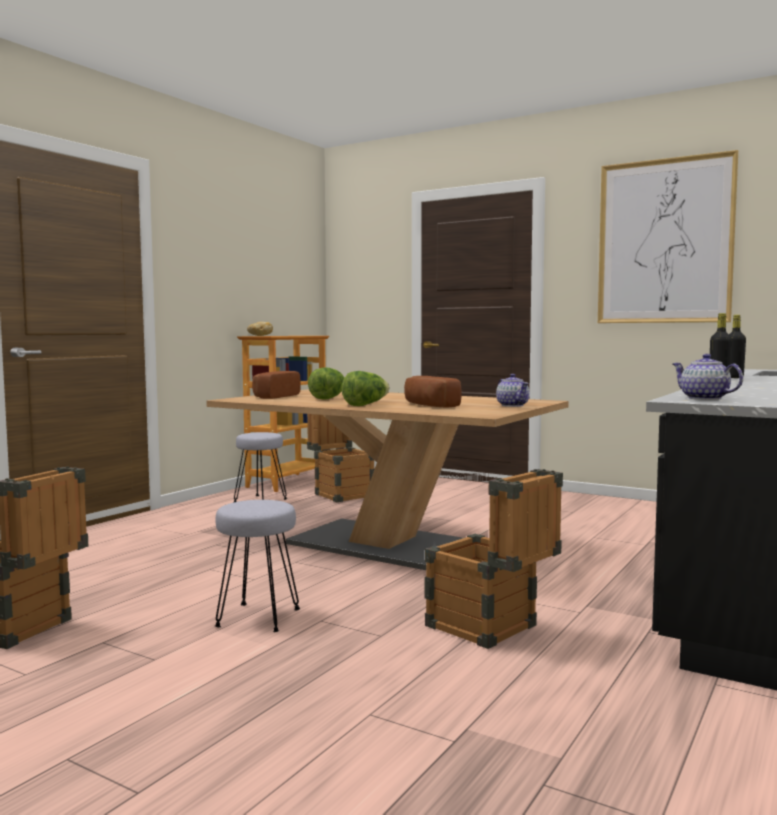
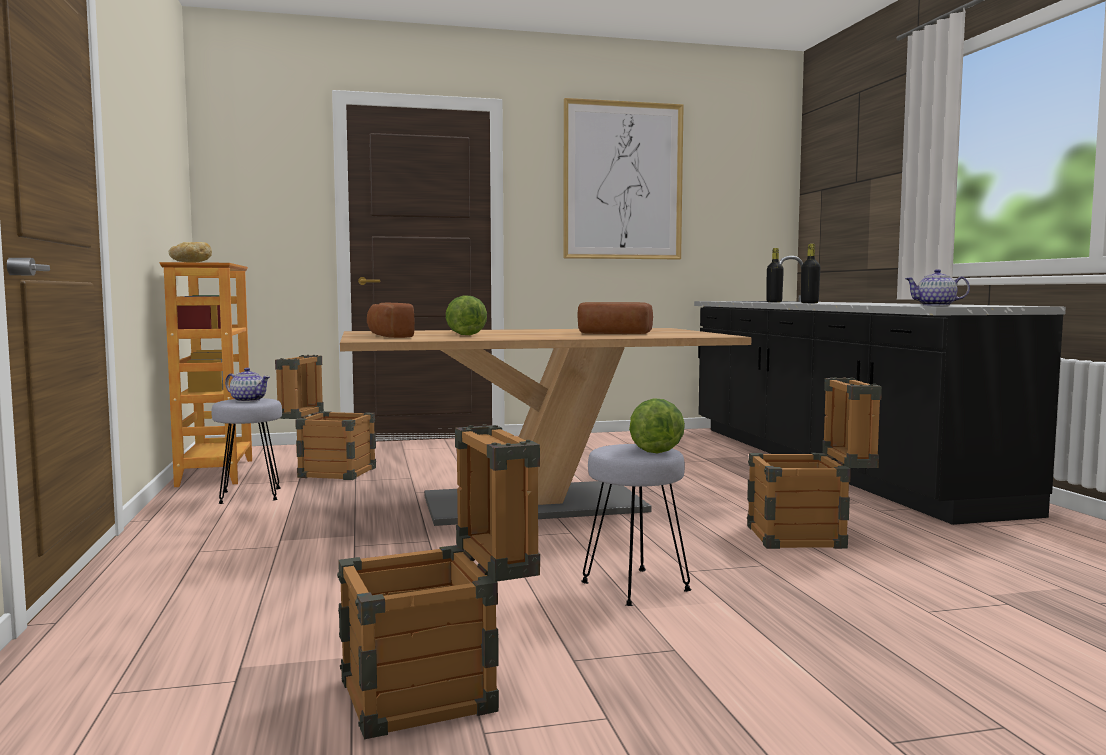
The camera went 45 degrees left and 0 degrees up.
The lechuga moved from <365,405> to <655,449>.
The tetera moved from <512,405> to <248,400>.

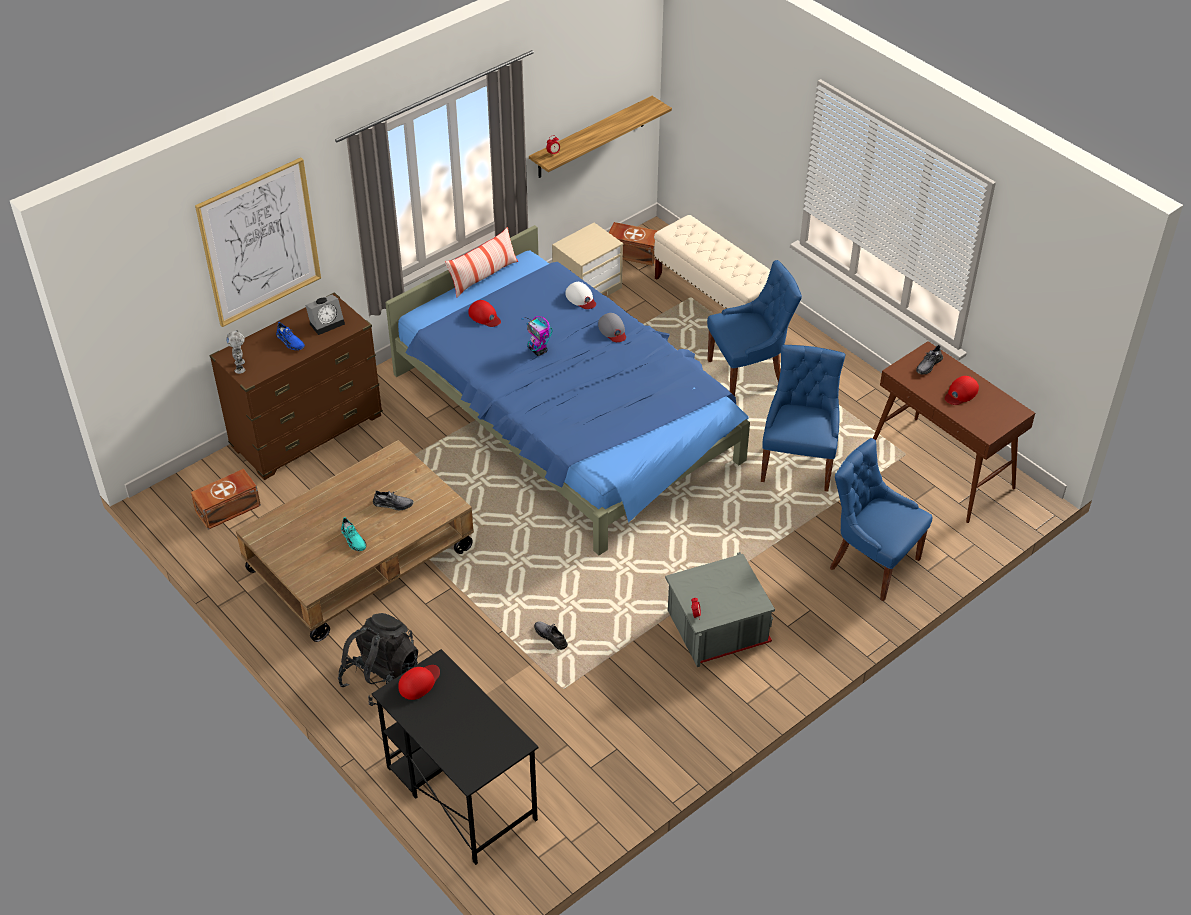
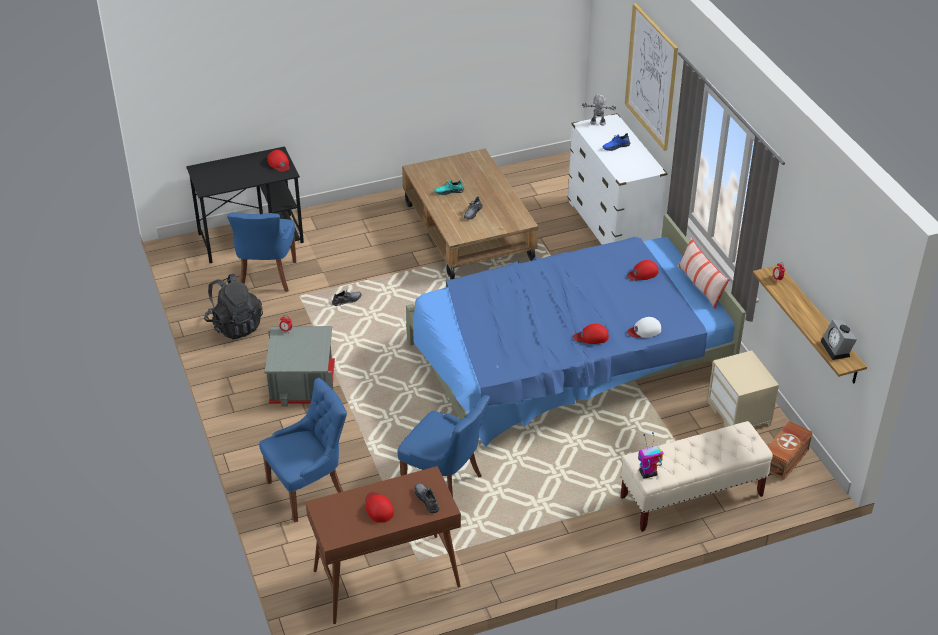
The camera went 110 degrees right and 5 degrees down.
The caja de almacenaje [marrón] at <229,509> disappeared.
The despertador moved from <327,323> to <837,349>.
The mochila [negro] moved from <381,677> to <235,325>.
The robot de juguete moved from <538,350> to <647,473>.
The silla [azul] moved from <748,374> to <266,277>.
The cómoda [marrón] at <307,431> became the cómoda [blanco] at <612,228>.
The gorra [gris] at <612,330> became the gorra [rojo] at <591,337>.

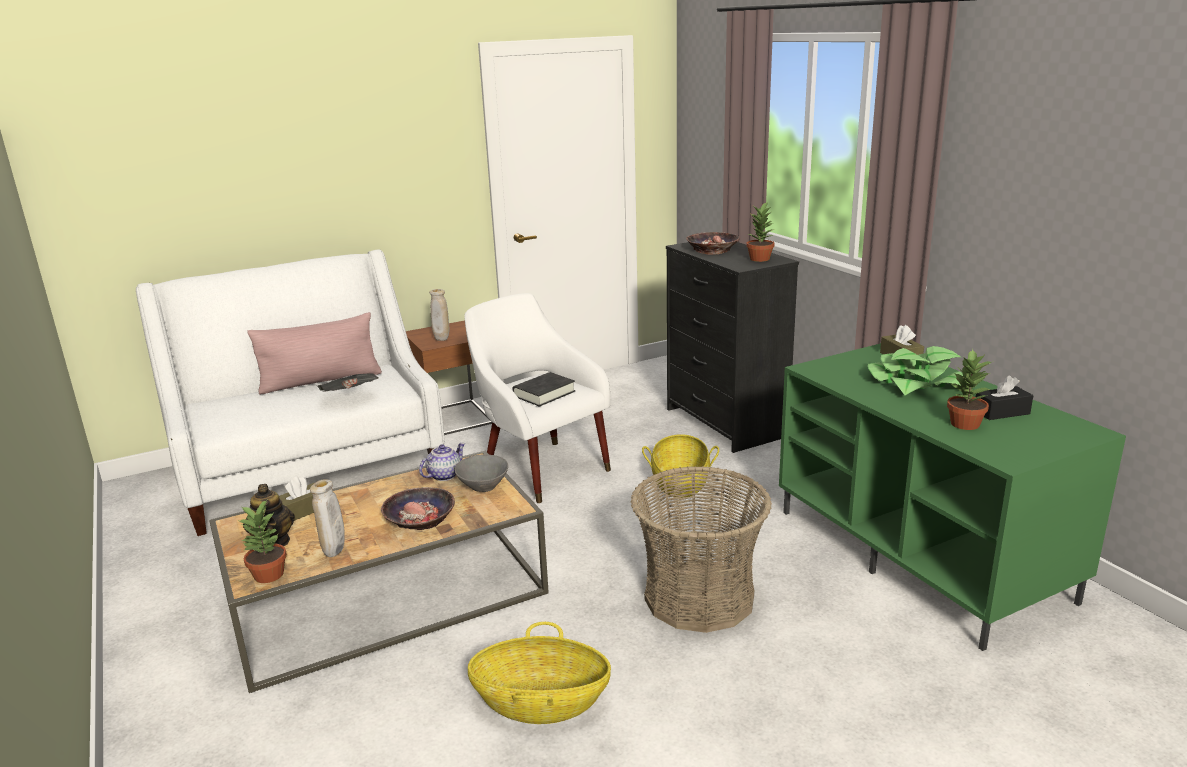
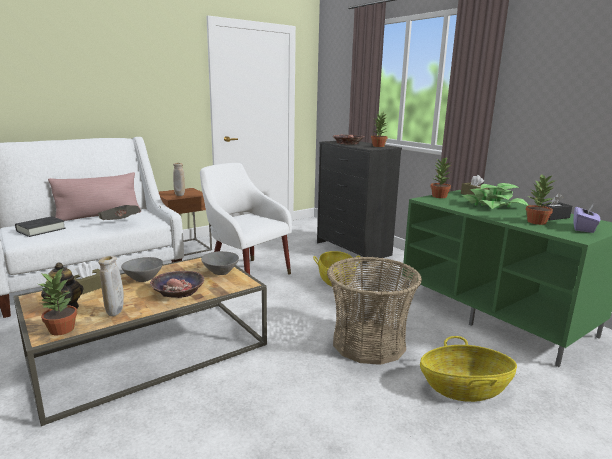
The camera went 10 degrees left and 5 degrees down.
The tetera at <444,475> disappeared.
The cuenco [gris] at <144,279> appeared.
The planta en maceta at <439,196> appeared.
The caja de pañuelos [morado] at <584,228> appeared.
The cesta moved from <541,702> to <464,388>.
The libro [negro] moved from <544,394> to <41,230>.

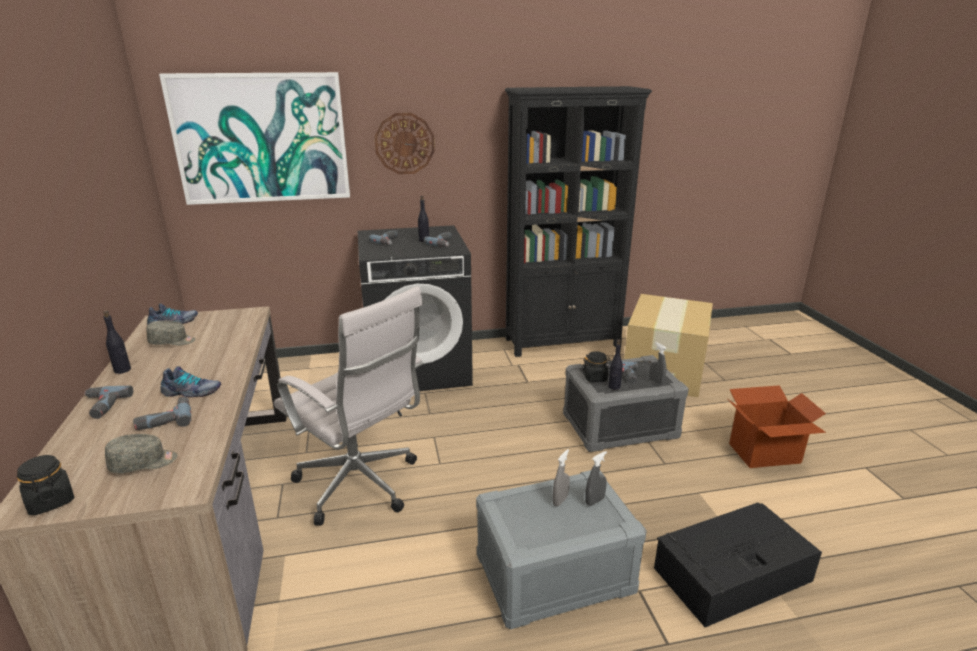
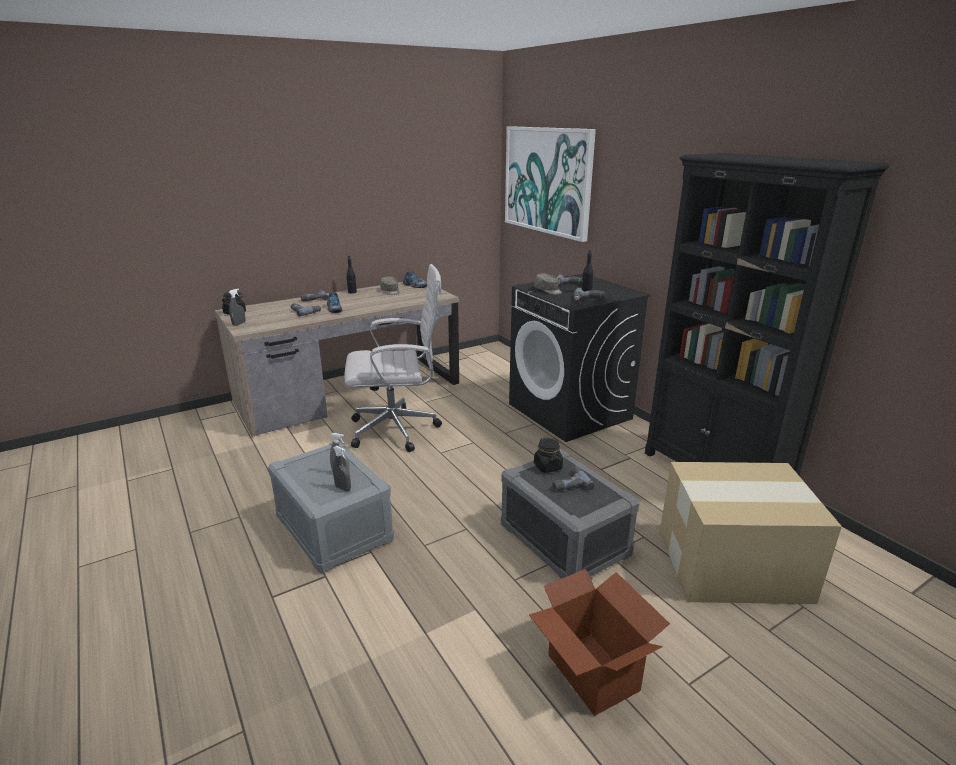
The camera went 70 degrees right and 0 degrees up.
The reloj de pared at <404,143> disappeared.
The botella [negro] at <614,387> disappeared.
The caja de almacenaje [negro] at <730,575> disappeared.
The gorra [gris] moved from <144,463> to <548,291>.
The pulverizador [gris] moved from <656,382> to <239,324>.
The silla de oficina [blanco] at <361,486> turned 120 degrees counterclockwise.

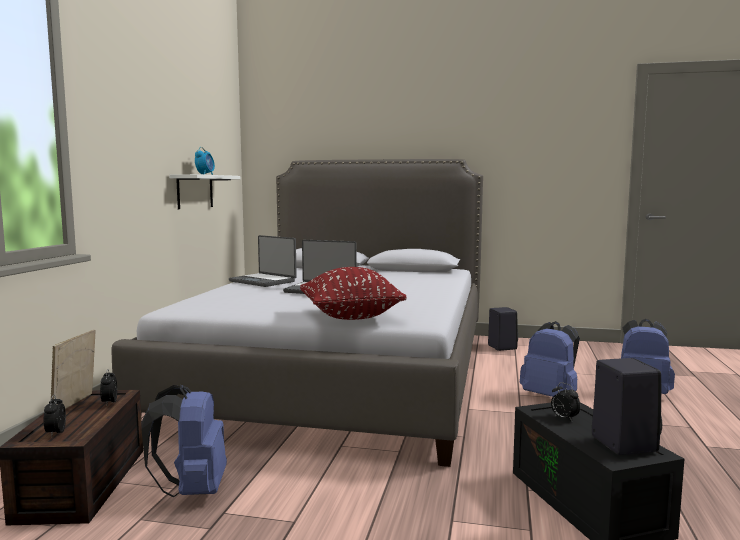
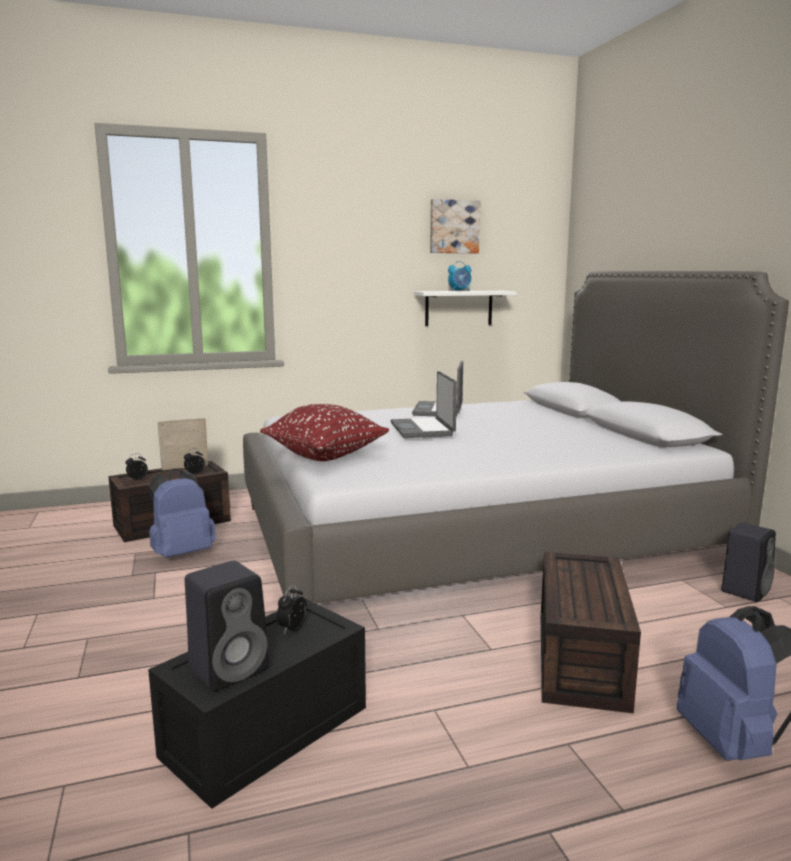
The camera went 60 degrees right and 5 degrees up.
The cuadro at <454,226> appeared.
The mochila [azul] at <550,396> was replaced by the caja de almacenaje [marrón] at <584,661>.

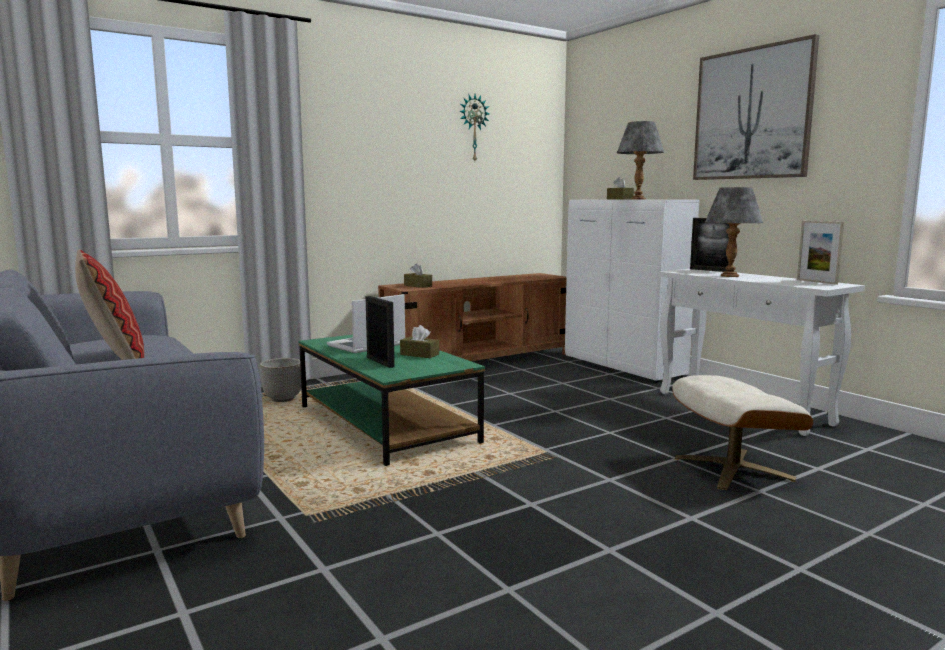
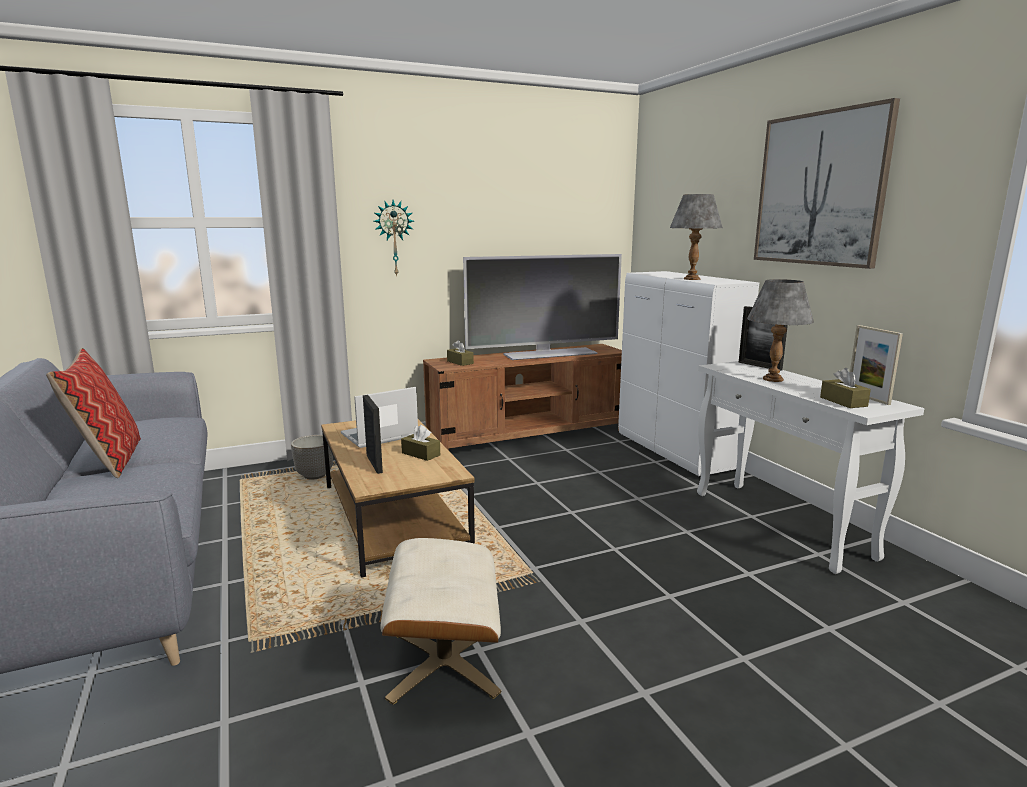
The camera went 10 degrees right and 5 degrees up.
The televisor at <549,354> appeared.
The reloj de pared moved from <473,128> to <394,238>.
The caja de pañuelos [marrón] moved from <619,199> to <843,402>.
The puf [beis] moved from <732,468> to <443,662>.
The mesa de centro [verde] at <385,424> became the mesa de centro [marrón] at <392,517>.

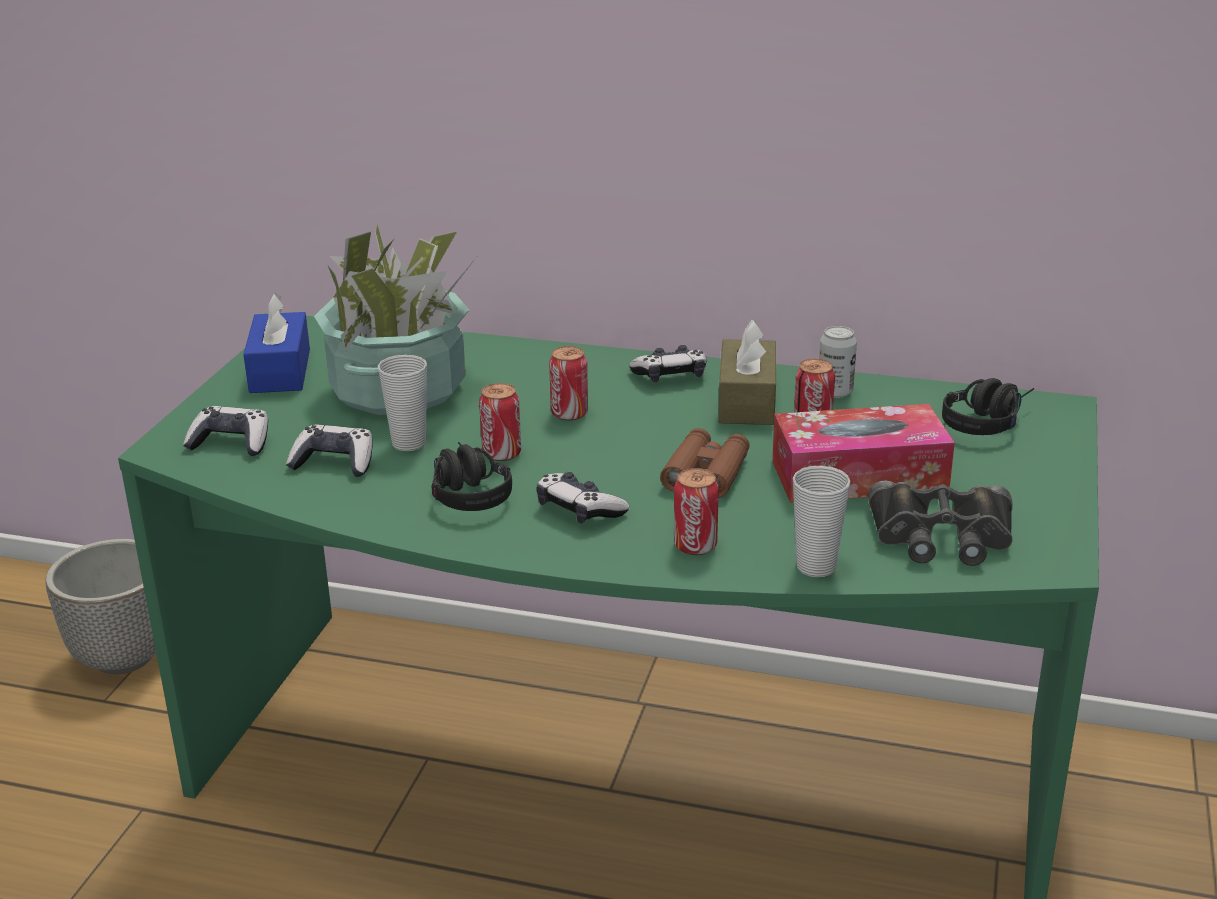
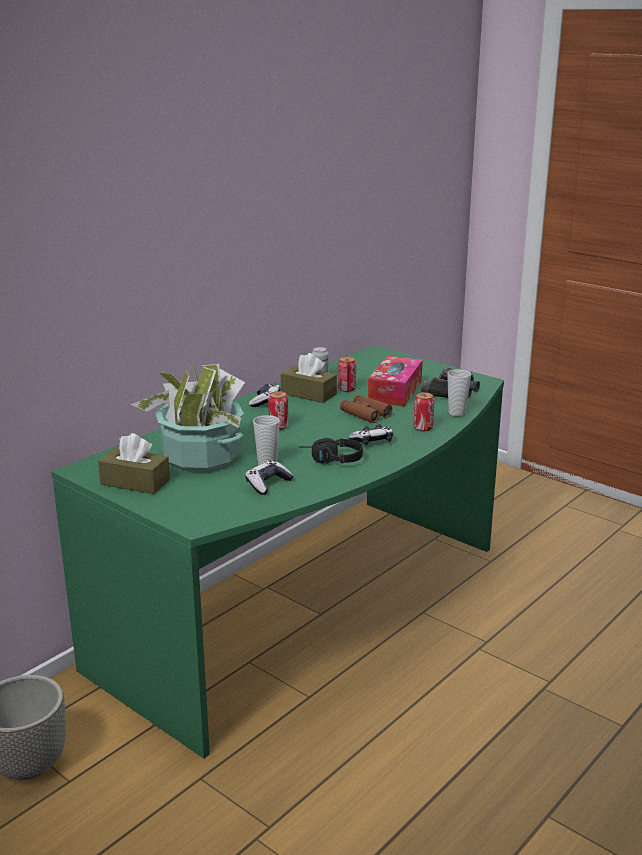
The camera went 65 degrees left and 5 degrees down.
The mando de consola at <231,443> disappeared.
The lata at <502,454> disappeared.
The auriculares [negro] at <988,421> disappeared.
The caja de pañuelos [azul] at <280,371> became the caja de pañuelos [marrón] at <135,482>.

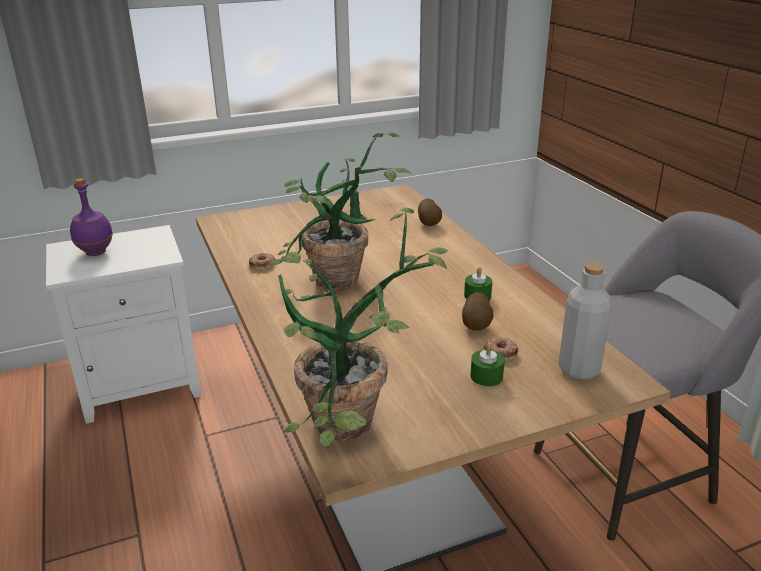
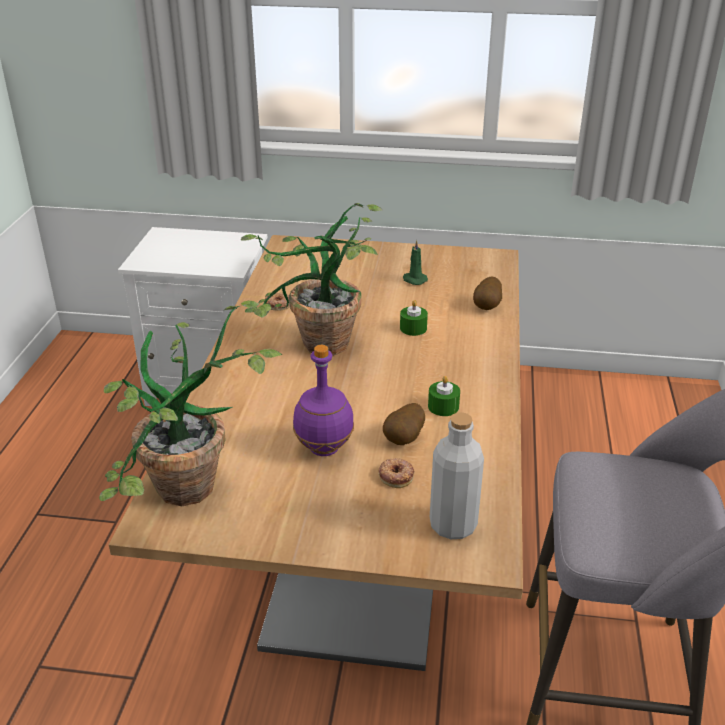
The camera went 30 degrees right and 5 degrees up.
The botella [morado] moved from <95,253> to <323,448>.
The vela [verde] moved from <486,376> to <413,328>.

